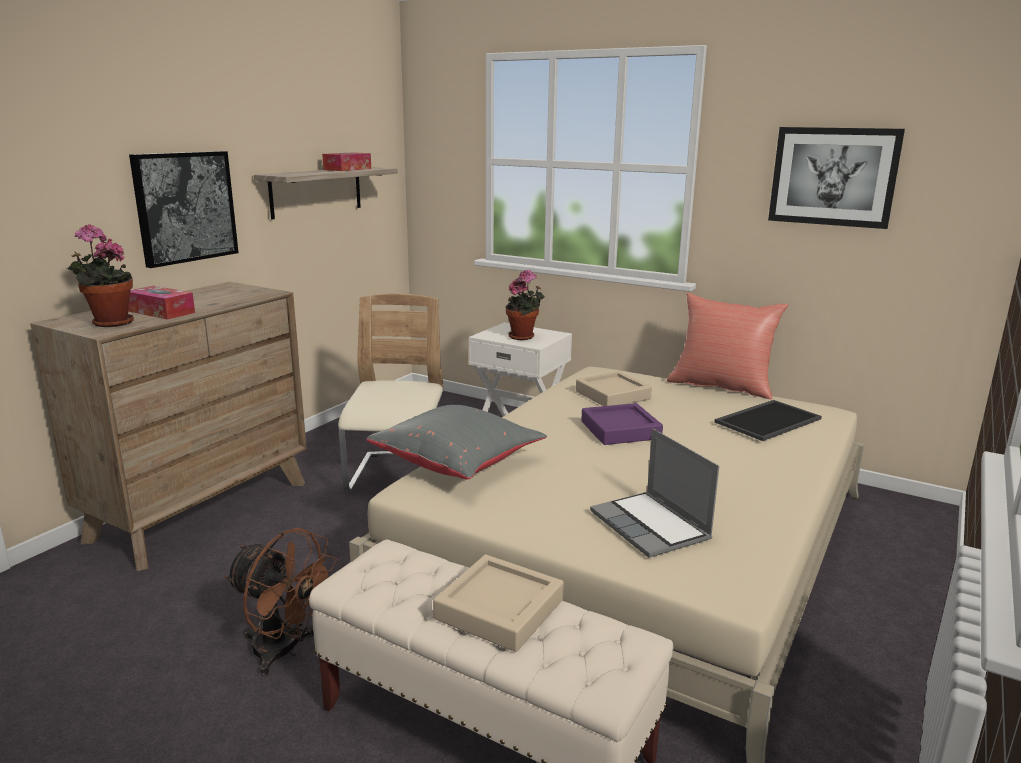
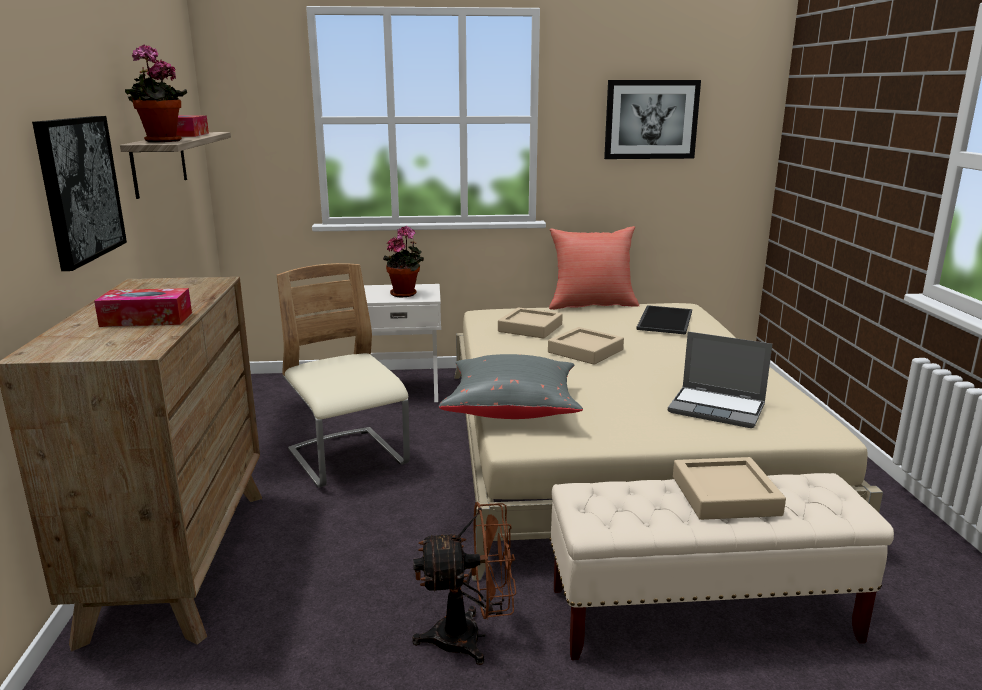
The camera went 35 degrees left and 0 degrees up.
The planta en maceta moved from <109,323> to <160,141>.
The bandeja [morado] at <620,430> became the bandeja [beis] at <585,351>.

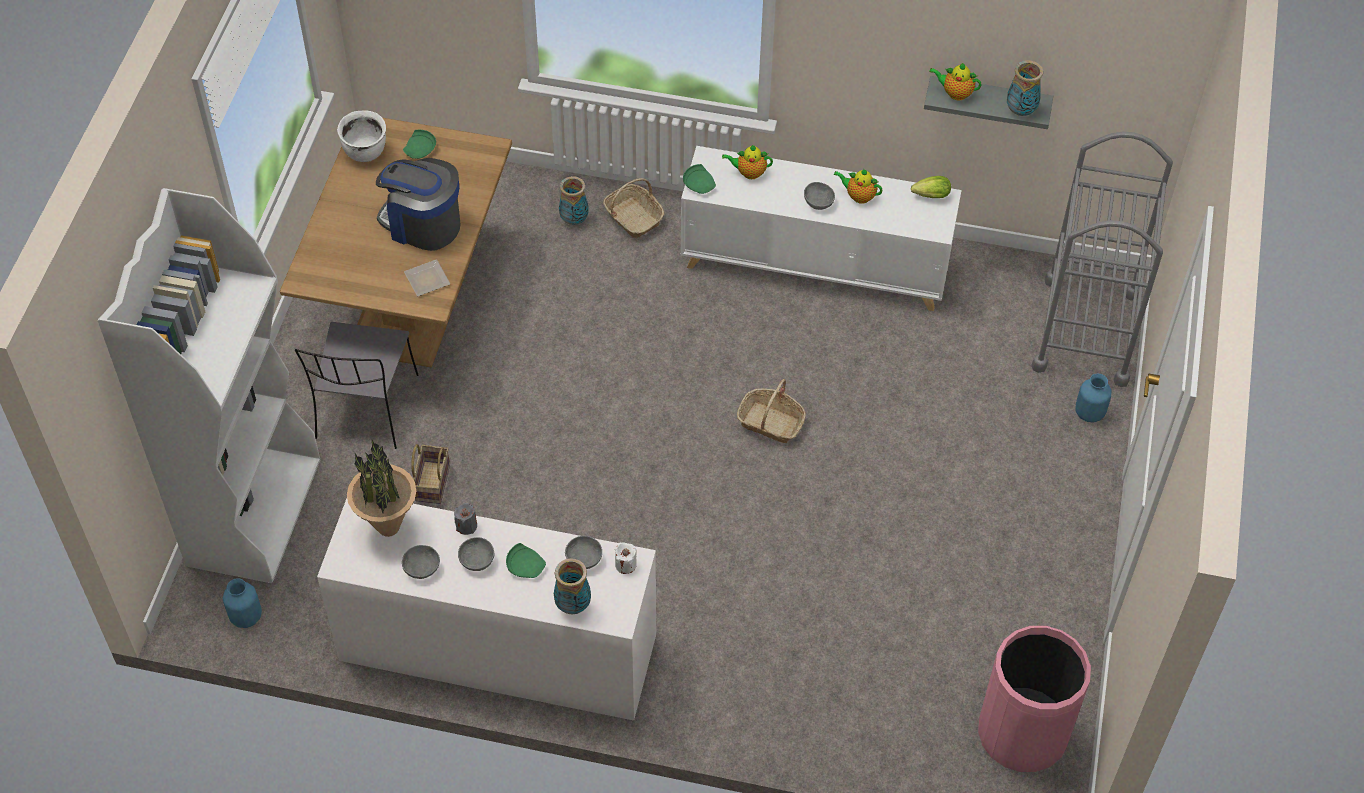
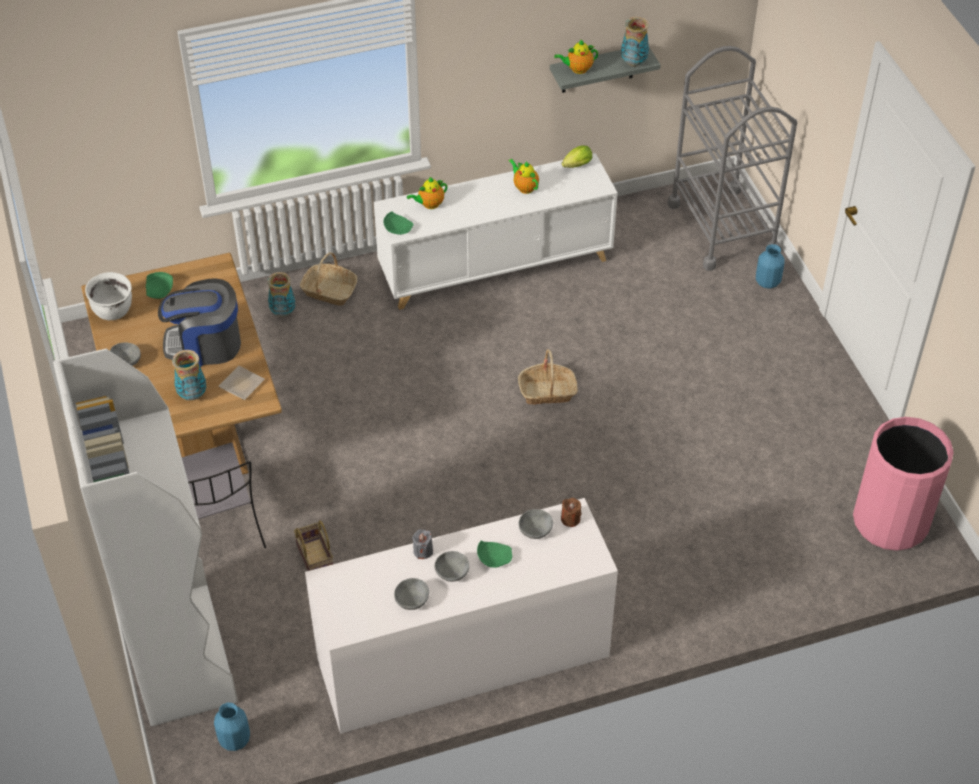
The camera went 30 degrees left and 5 degrees down.
The planta en maceta at <389,528> disappeared.
The florero moved from <573,605> to <193,395>.
The cuenco [gris] moved from <819,202> to <127,361>.
The vela [blanco] at <625,565> became the vela [marrón] at <570,519>.
The tetera at <858,196> turned 60 degrees clockwise.

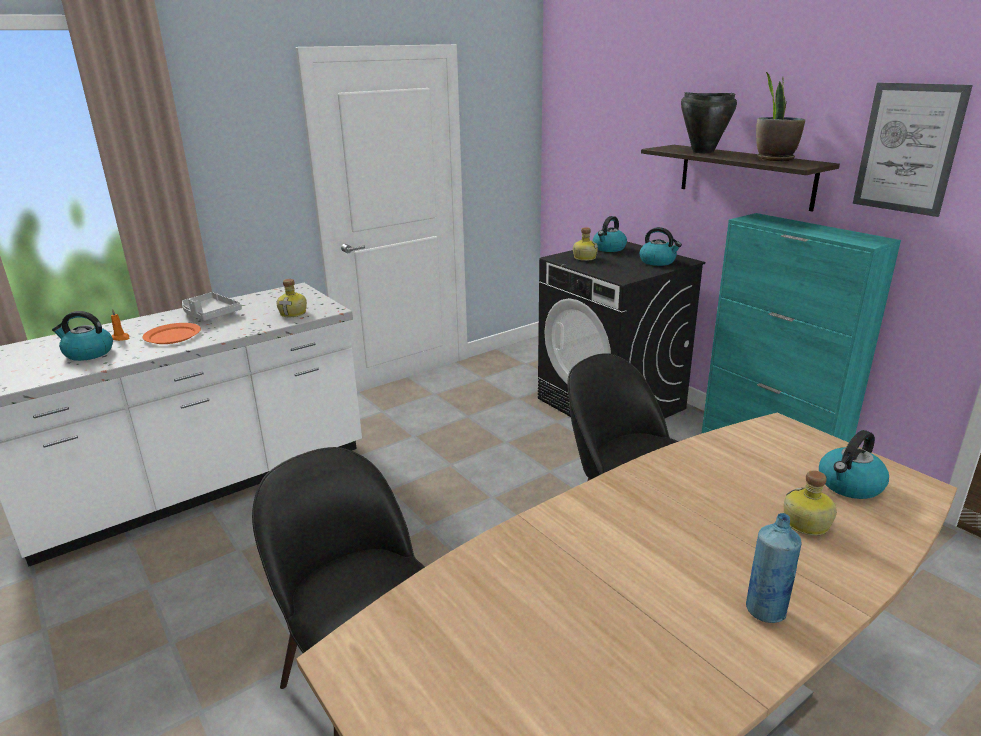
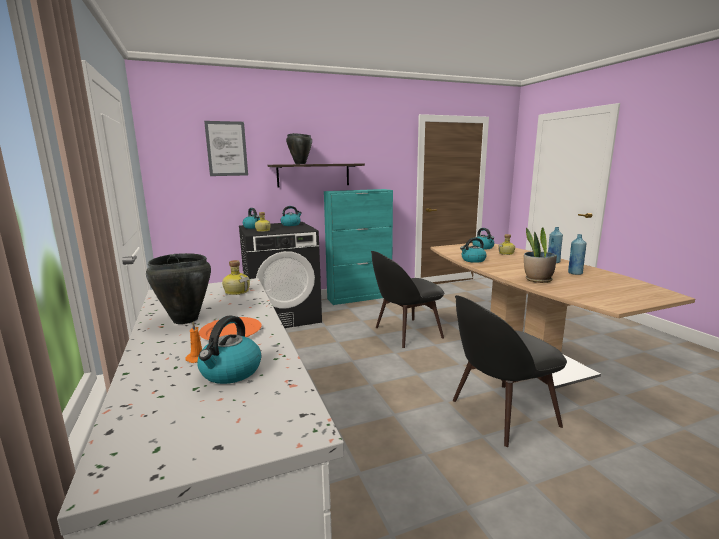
The camera went 75 degrees left and 10 degrees down.
The hervidor at <473,260> appeared.
The botella [azul] at <575,273> appeared.
The planta en maceta moved from <774,159> to <537,280>.
The cuadro moved from <908,148> to <226,149>.
The bandeja [gris] at <210,314> was replaced by the olla [negro] at <185,320>.

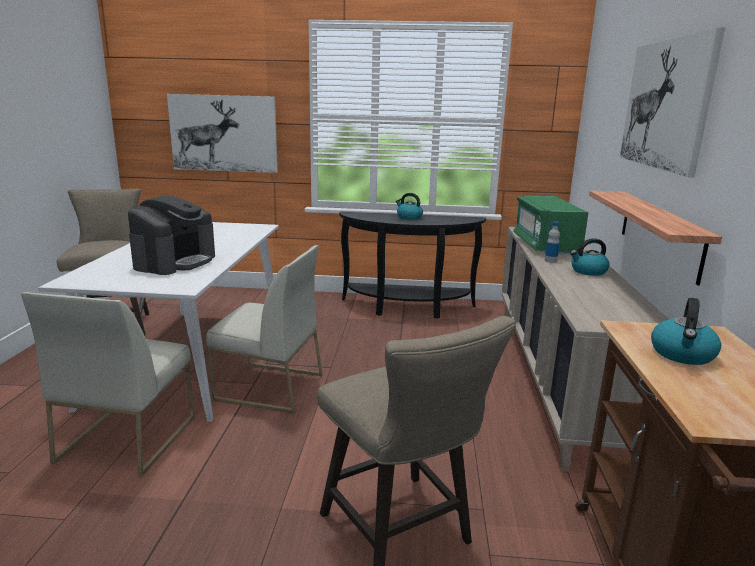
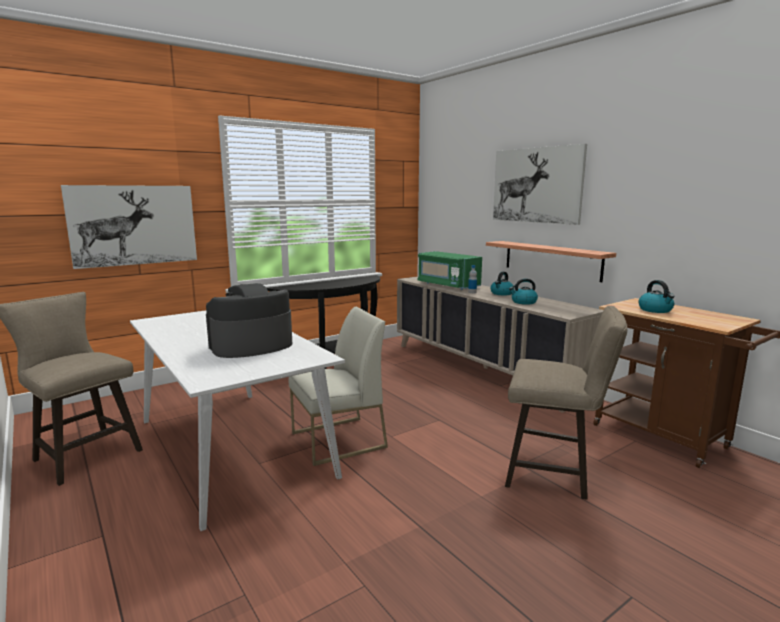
The camera went 40 degrees left and 5 degrees down.
The silla [blanco] at <127,438> disappeared.
The hervidor moved from <409,217> to <523,302>.
The cafetera at <175,262> turned 105 degrees counterclockwise.

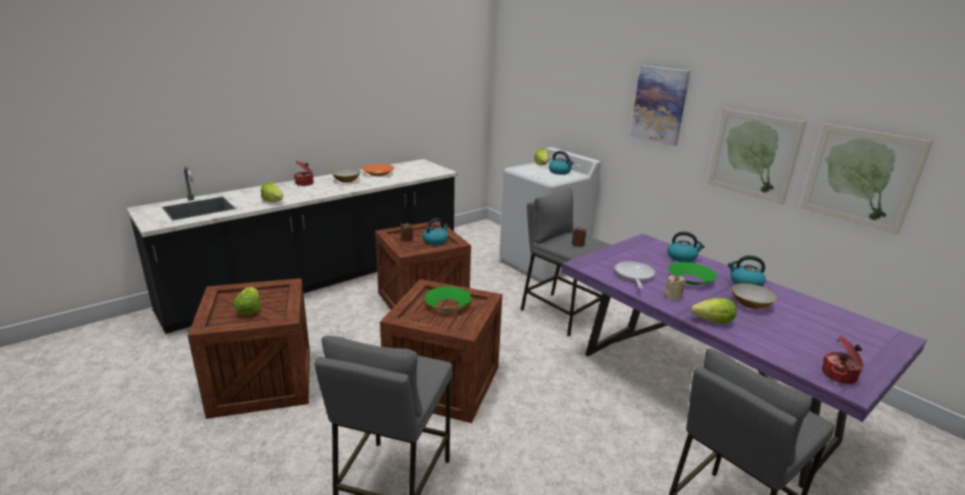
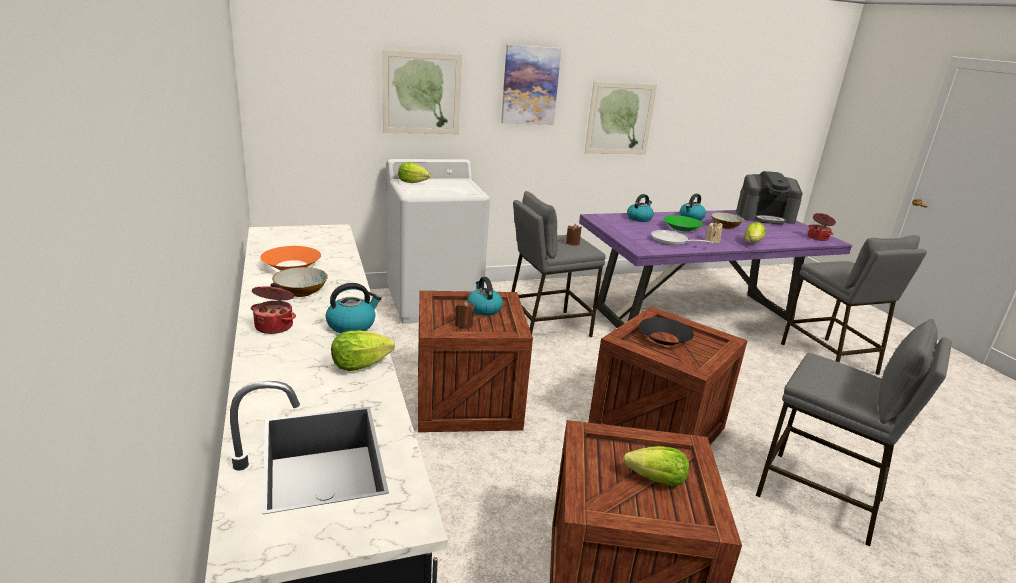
The camera went 70 degrees left and 0 degrees up.
The cafetera at <764,217> appeared.
The hervidor moved from <560,172> to <352,325>.
The cuadro moved from <860,177> to <422,93>.
The cuenco [verde] at <447,305> became the cuenco [negro] at <664,338>.

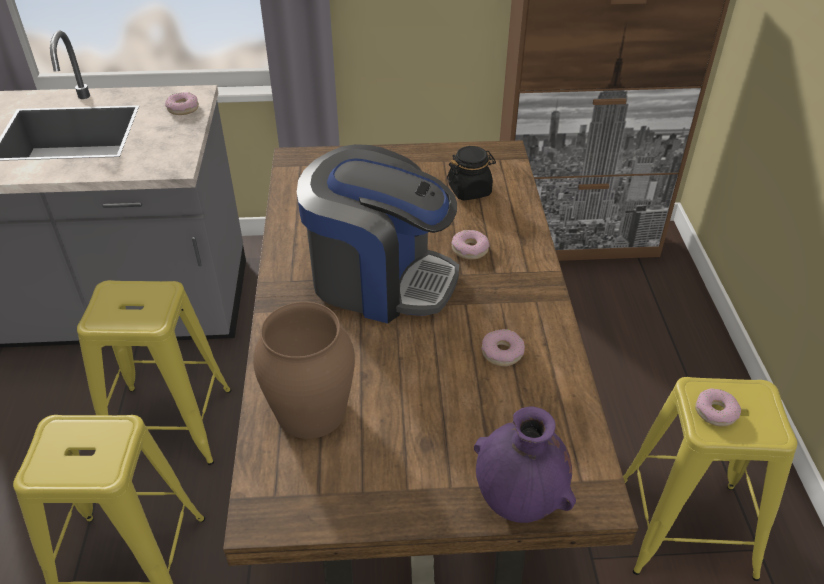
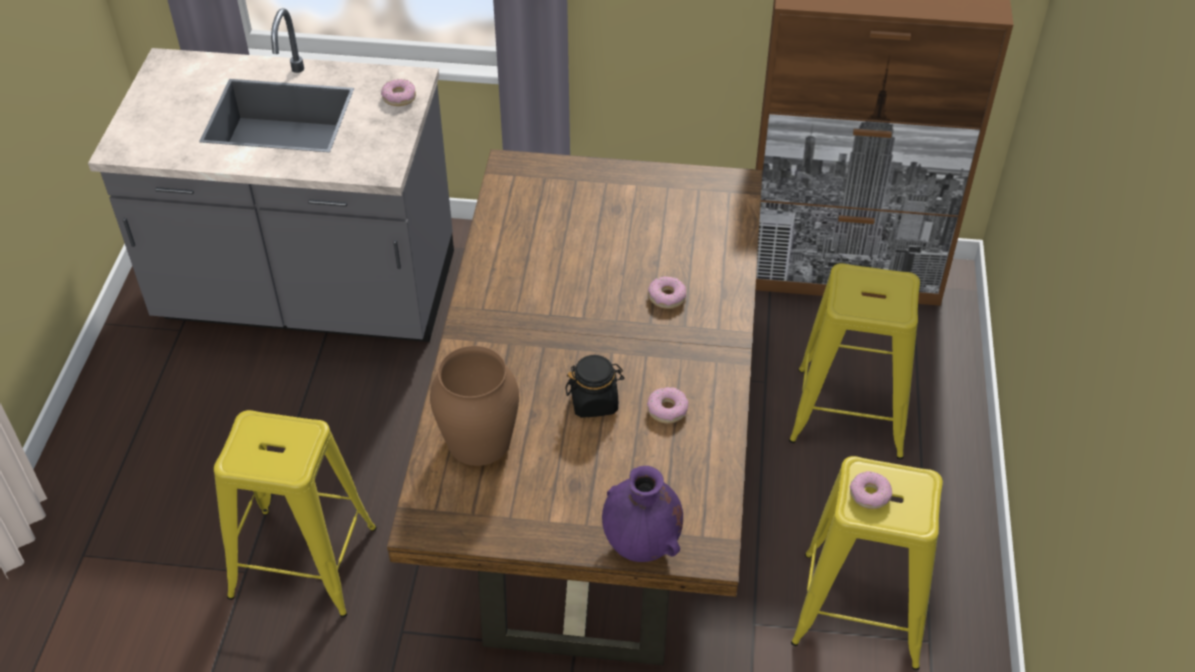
The camera went 10 degrees right and 5 degrees up.
The cafetera at <380,279> disappeared.
The taburete [amarillo] moved from <169,425> to <849,413>.
The tarro [negro] moved from <470,190> to <594,402>.

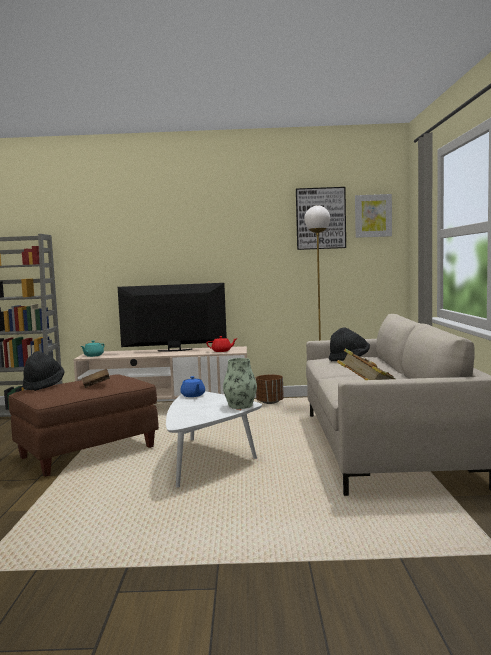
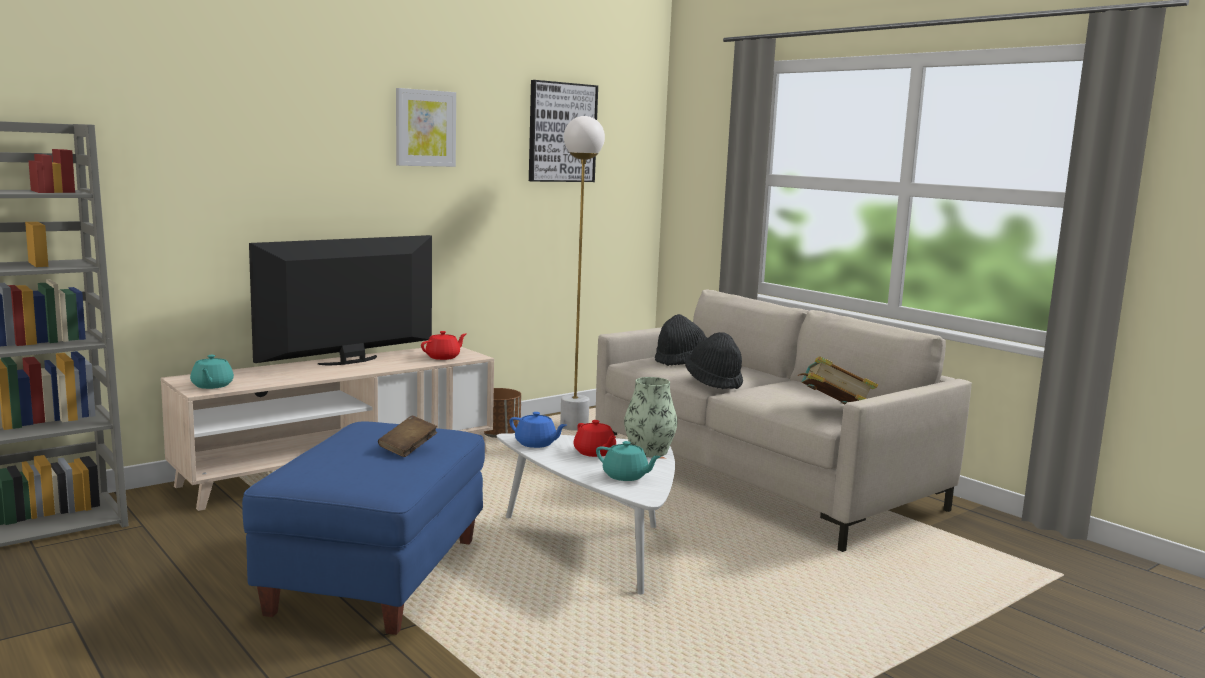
The camera went 40 degrees left and 5 degrees up.
The tetera [rojo] at <594,453> appeared.
The tetera [turquesa] at <626,476> appeared.
The sombrero [negro] moved from <44,386> to <714,382>.
The cuadro moved from <373,216> to <425,128>.
The puf [marrón] at <88,452> became the puf [azul] at <378,576>.

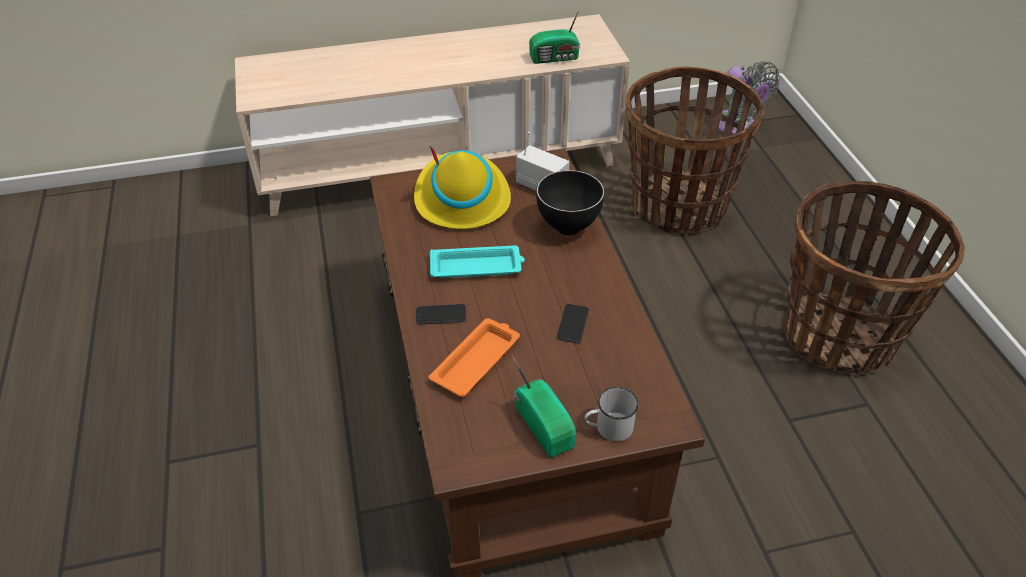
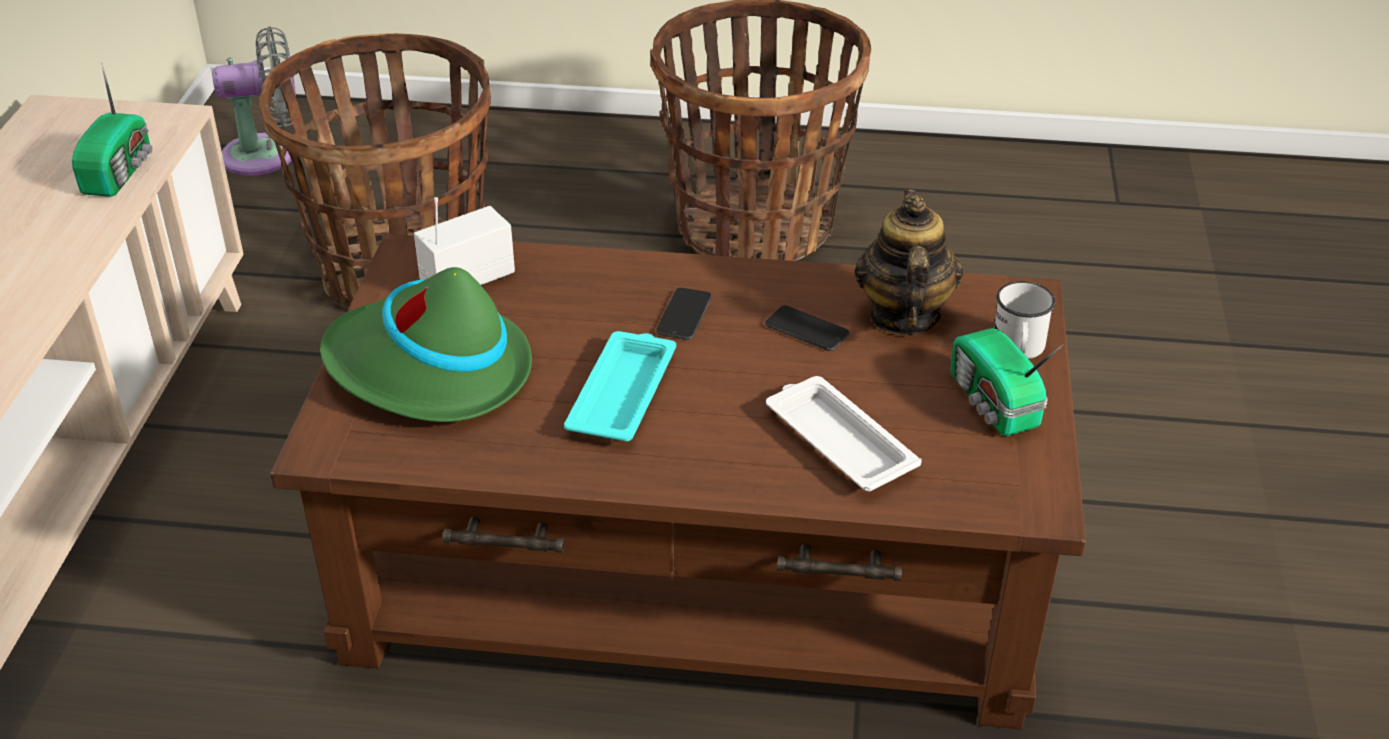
The camera went 70 degrees left and 5 degrees down.
The cuenco [negro] at <568,227> disappeared.
The tetera at <903,316> appeared.
The móvil moved from <441,315> to <684,315>.
The sombrero [amarillo] at <461,198> became the sombrero [verde] at <429,371>.
The bandeja [naranja] at <477,360> became the bandeja [blanco] at <838,440>.
The radio at <545,425> turned 105 degrees counterclockwise.

